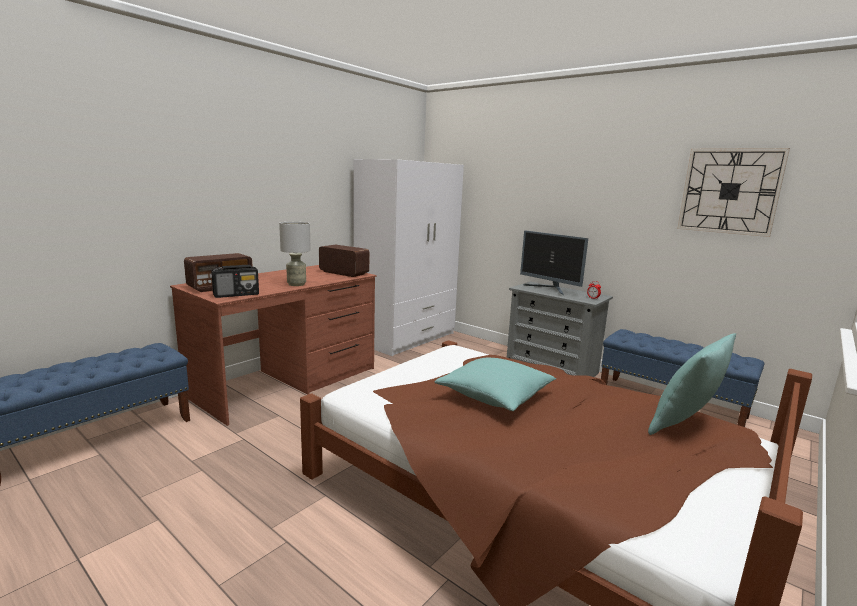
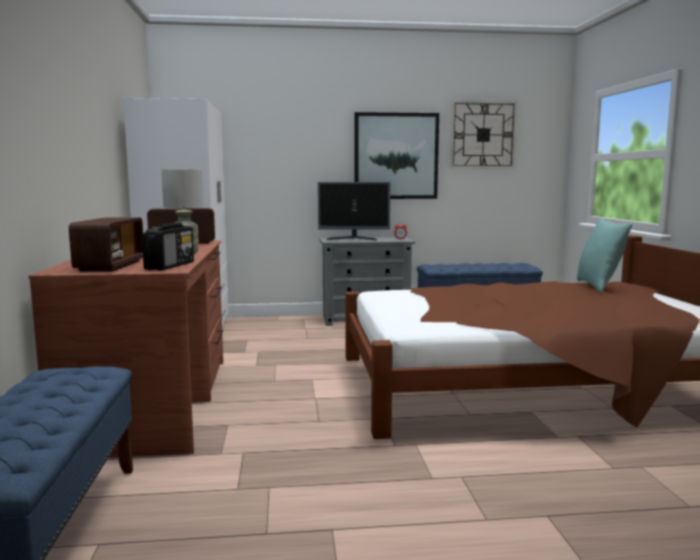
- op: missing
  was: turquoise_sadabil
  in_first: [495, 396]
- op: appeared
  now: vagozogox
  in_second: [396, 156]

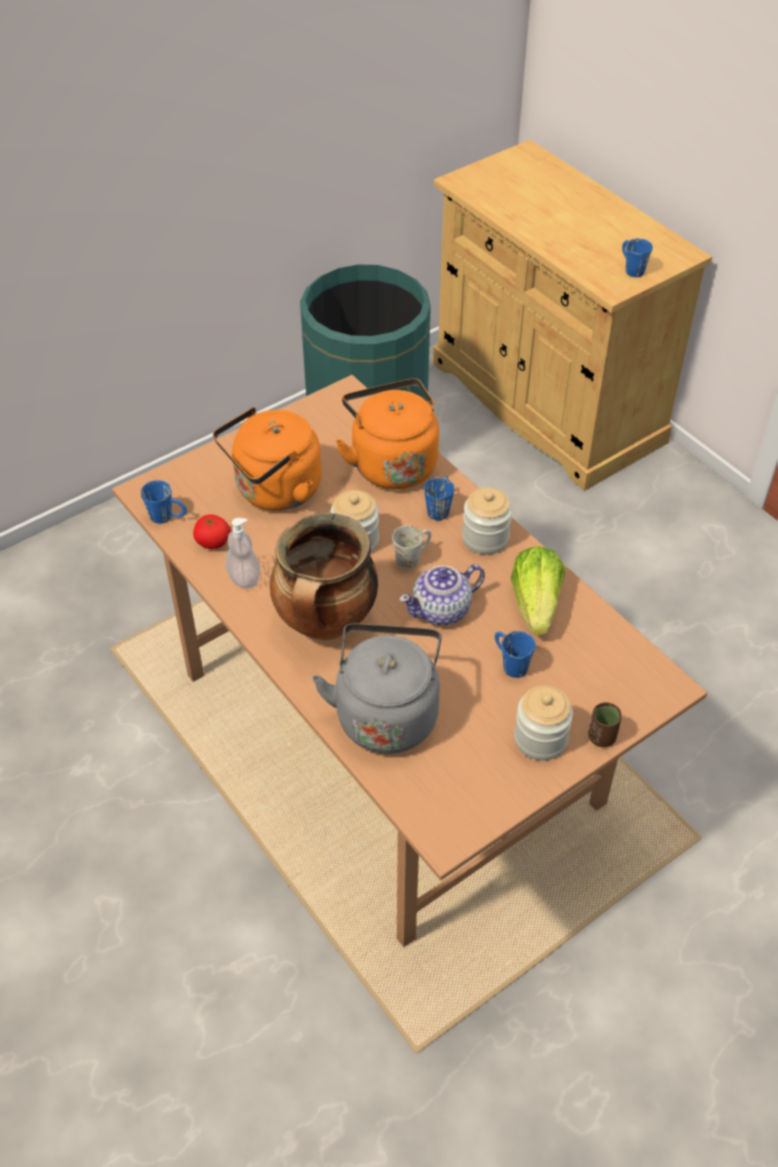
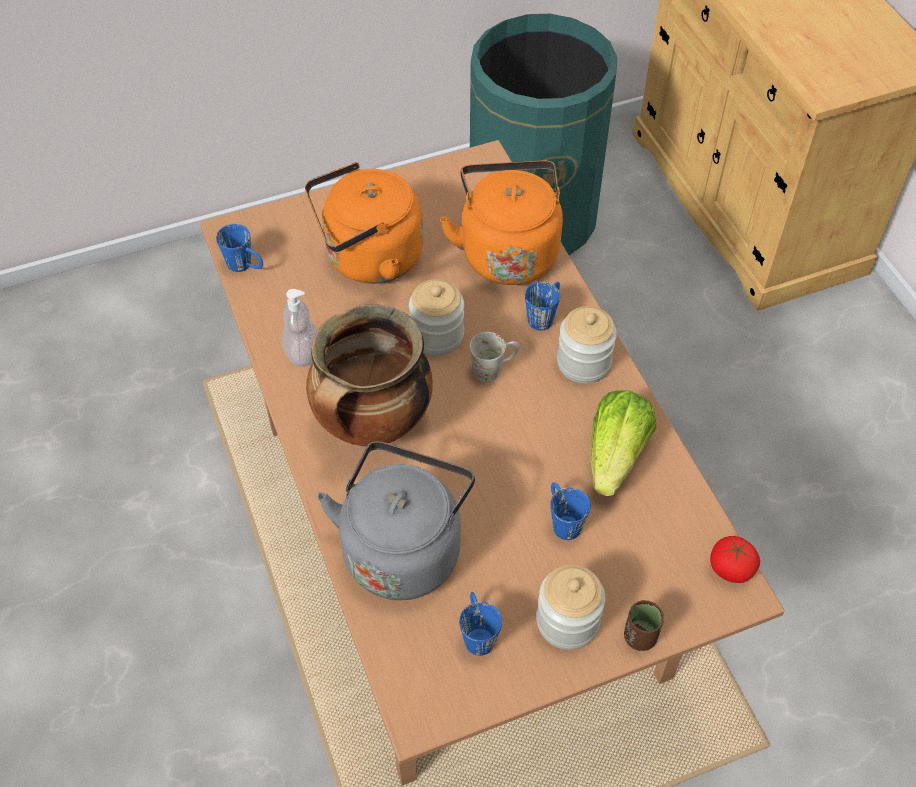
- op: missing
  was: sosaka
  in_first: [442, 610]
- op: relocated
  was: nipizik
  in_first: [213, 542]
  in_second: [731, 568]
- op: relocated
  was: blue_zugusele
  in_first: [631, 268]
  in_second: [477, 632]

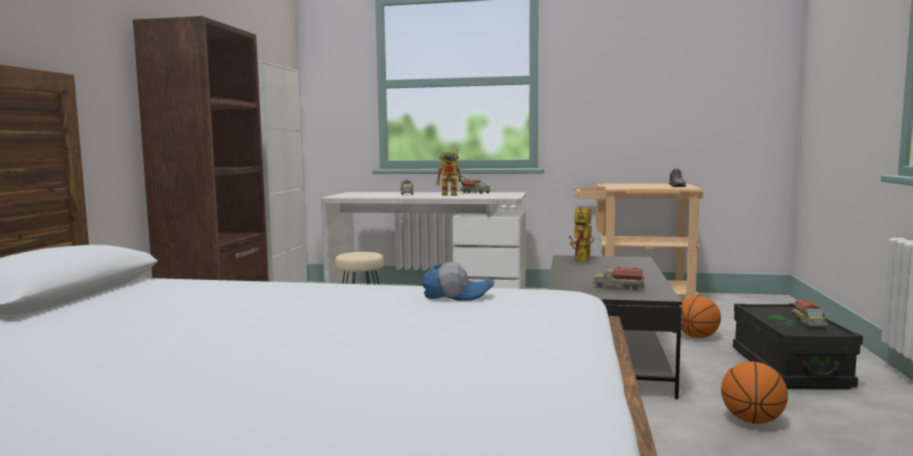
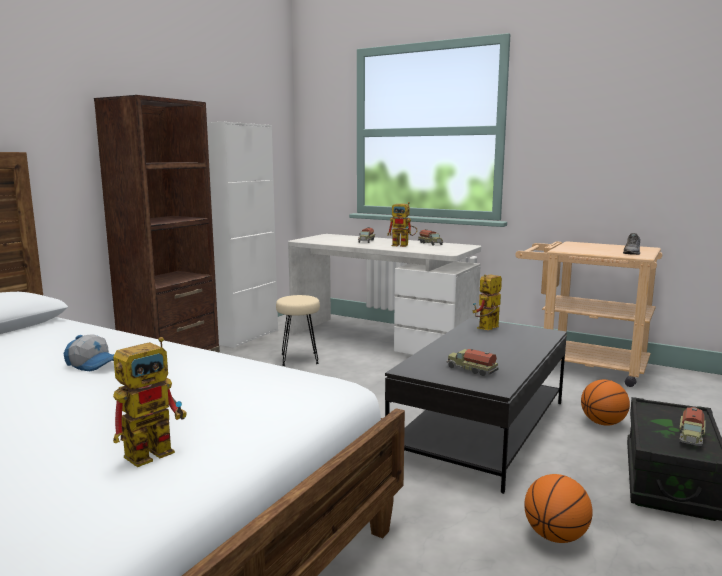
- op: appeared
  now: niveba
  in_second: [156, 449]
- op: relocated
  was: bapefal
  in_first: [457, 296]
  in_second: [94, 364]

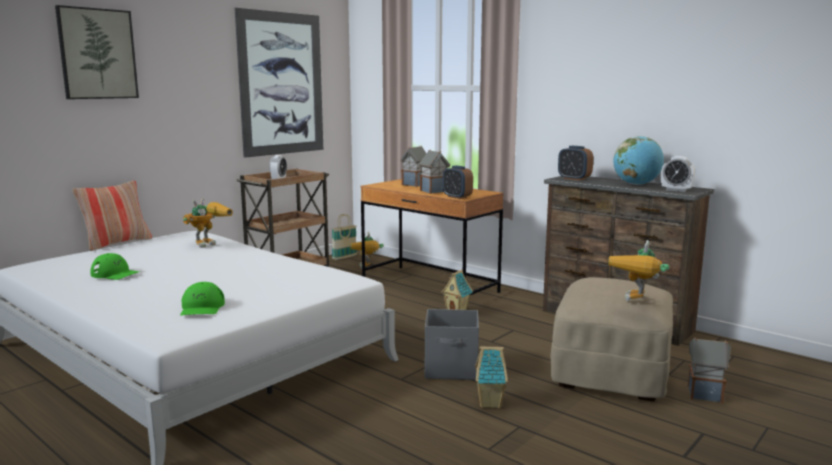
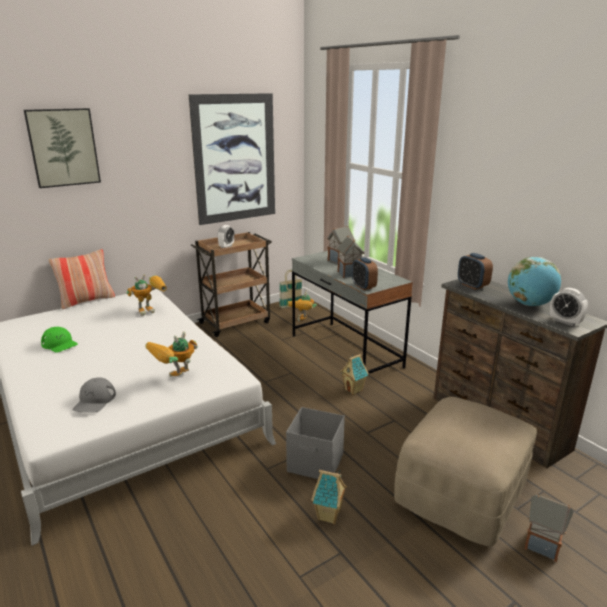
- op: relocated
  was: niveba
  in_first: [638, 302]
  in_second: [175, 379]
- op: colour
  was: green_bapefal
  now: grey_bapefal
  in_first: [202, 308]
  in_second: [94, 400]
- op: colour
  was: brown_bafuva
  now: grey_bafuva
  in_first: [429, 286]
  in_second: [345, 351]

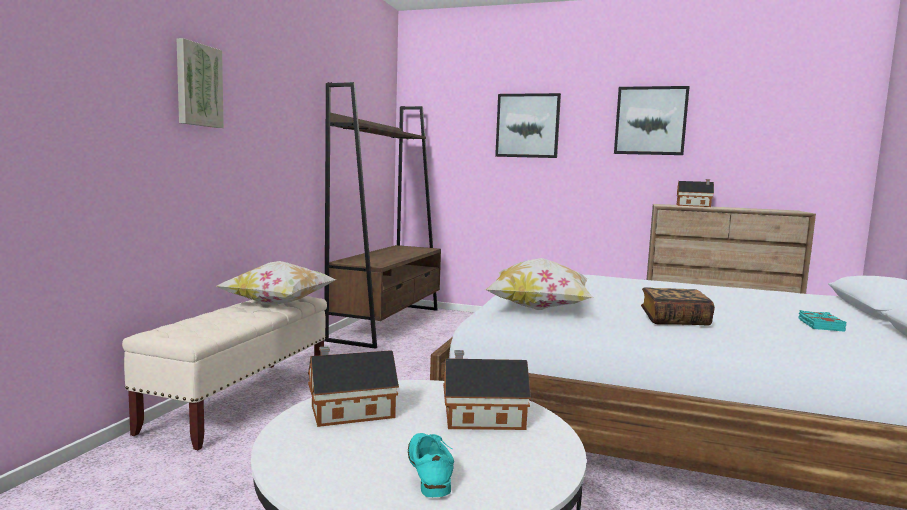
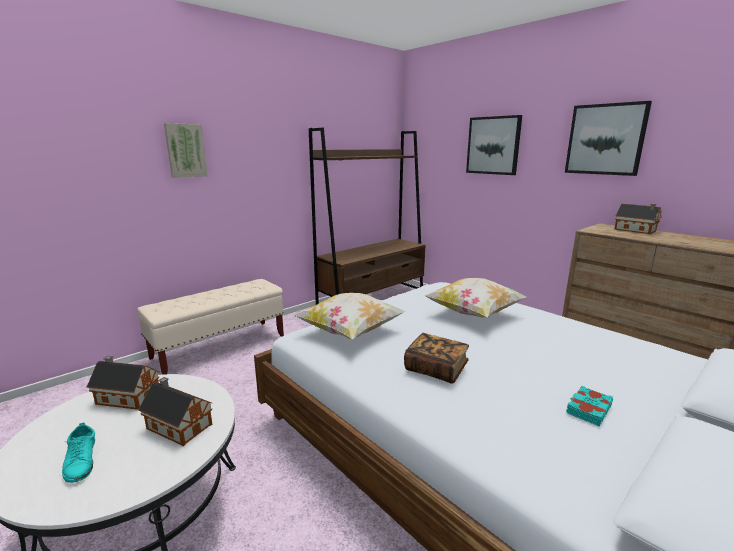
- op: relocated
  was: sadabil
  in_first: [279, 304]
  in_second: [474, 313]
- op: spun
  was: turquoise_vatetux
  in_first: [429, 470]
  in_second: [81, 461]
  clockwise: 135

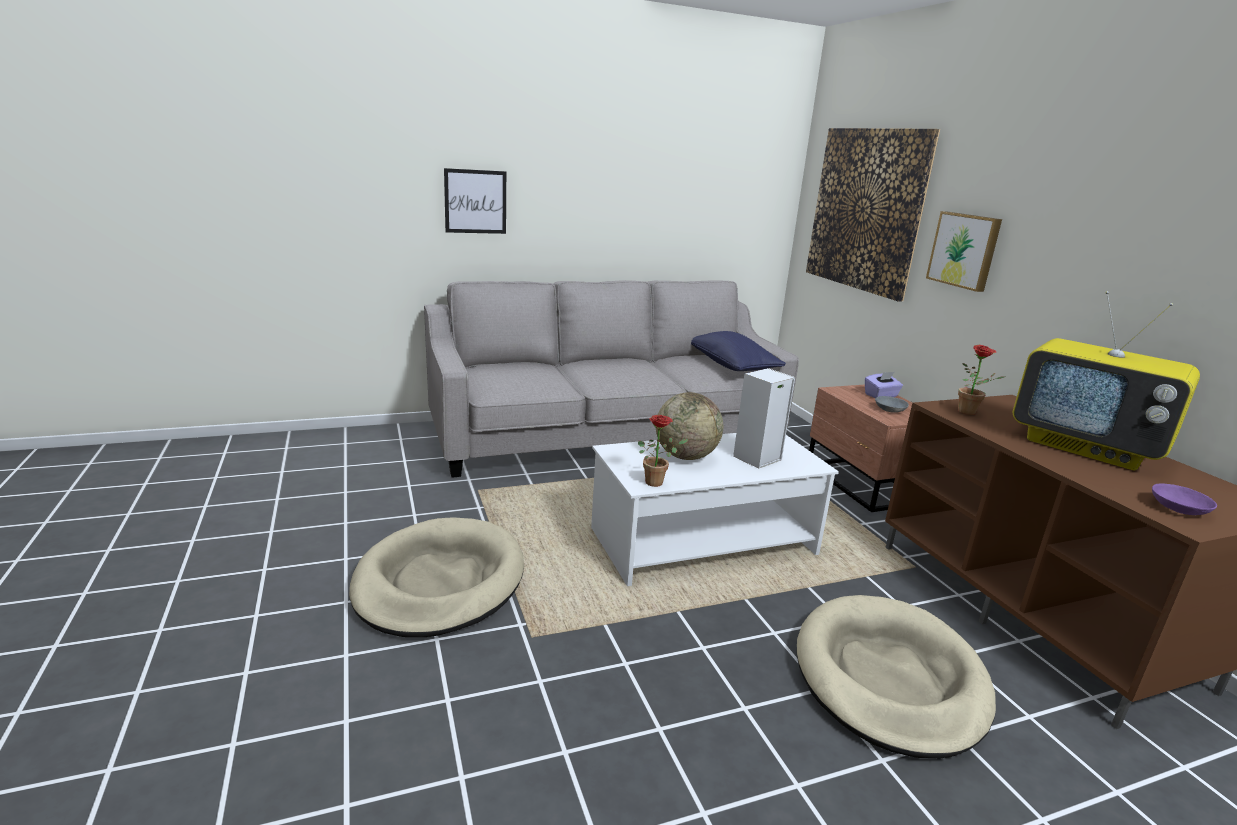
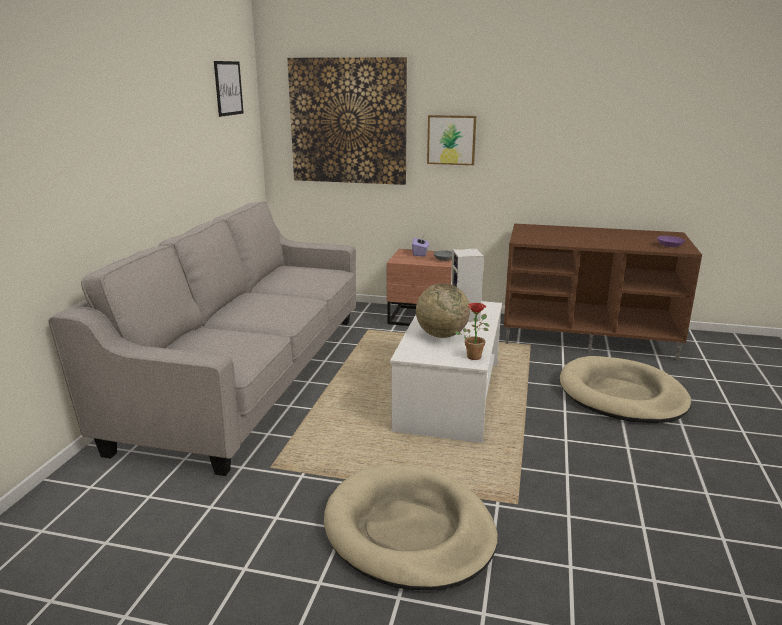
- op: missing
  was: blue_sadabil
  in_first: [731, 366]
- op: missing
  was: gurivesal
  in_first: [970, 413]
- op: missing
  was: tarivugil
  in_first: [1086, 447]
- op: relocated
  was: vagozogox
  in_first: [475, 201]
  in_second: [228, 88]

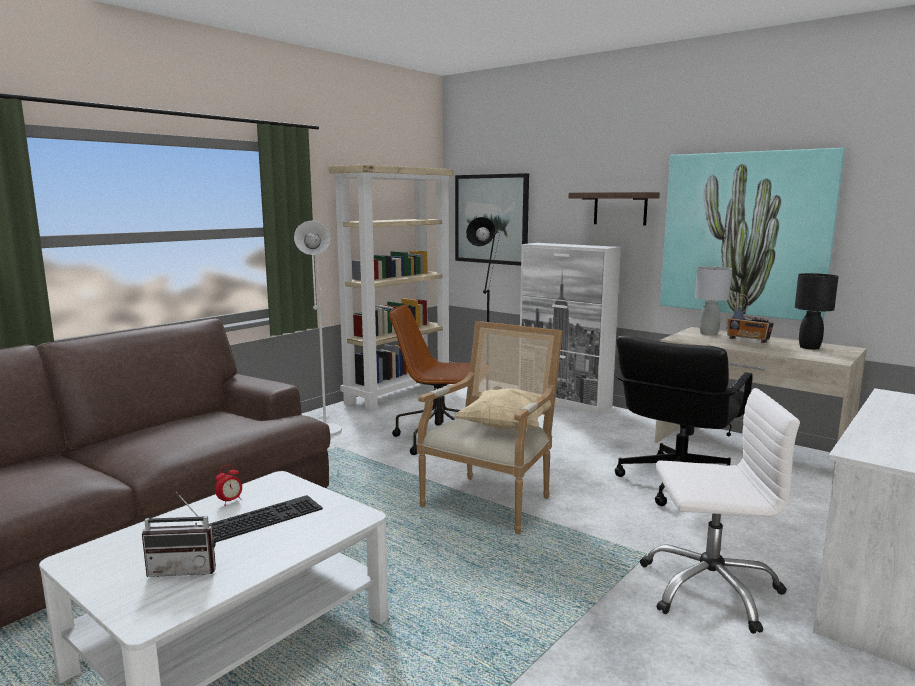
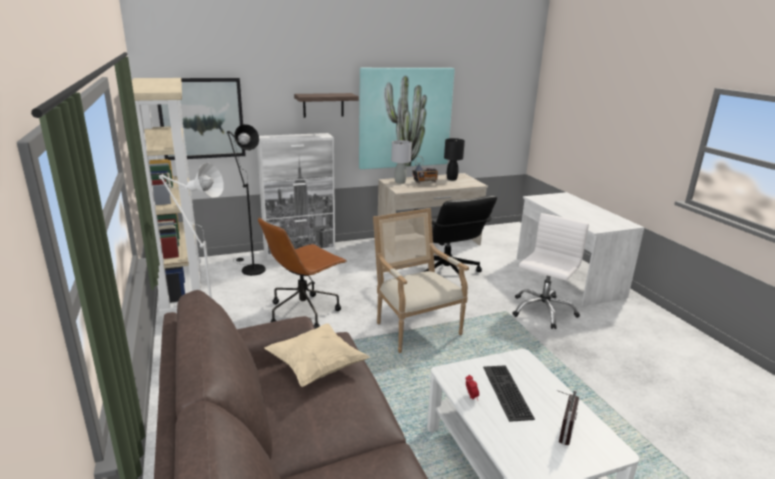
- op: relocated
  was: beige_sadabil
  in_first: [507, 427]
  in_second: [316, 367]

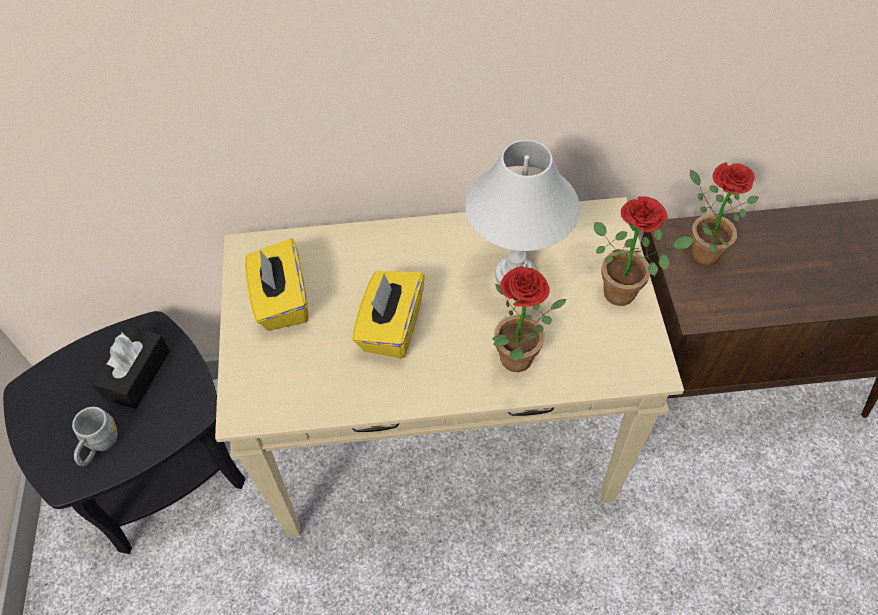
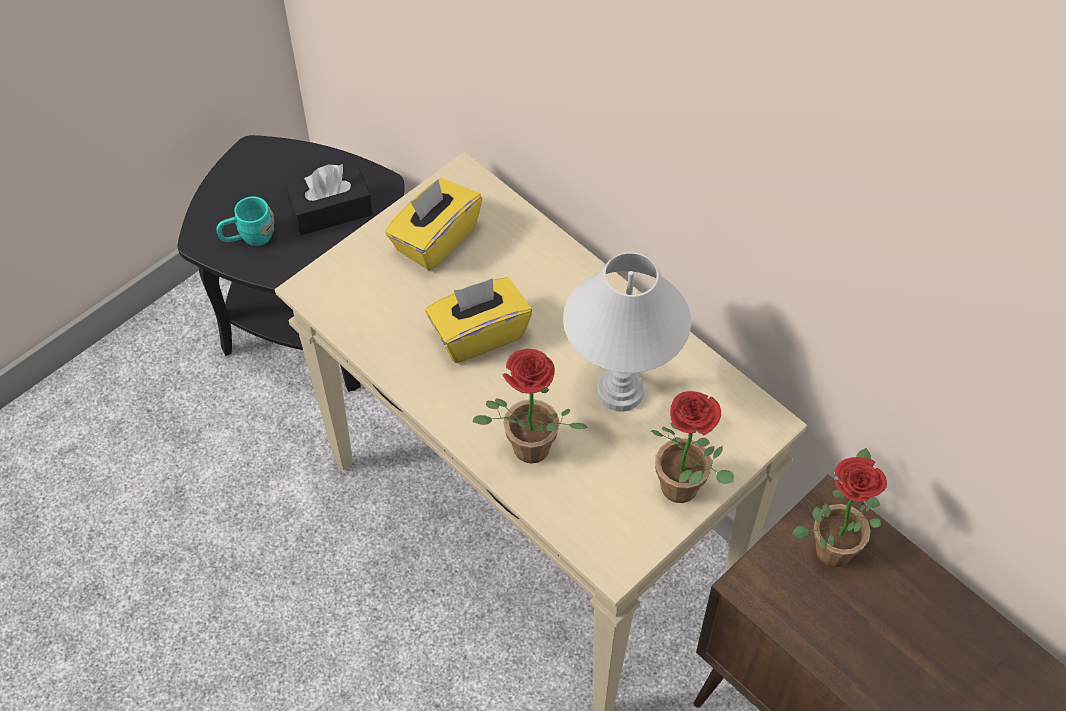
- op: colour
  was: grey_zugusele
  now: turquoise_zugusele
  in_first: [99, 446]
  in_second: [249, 238]

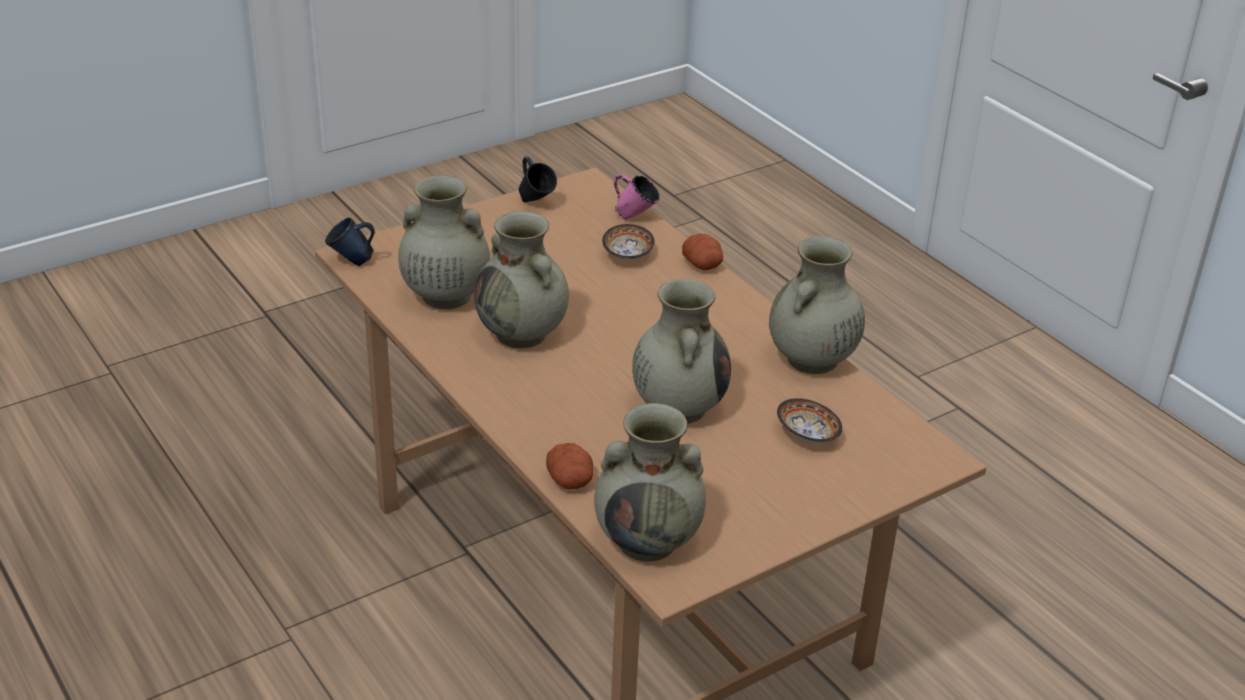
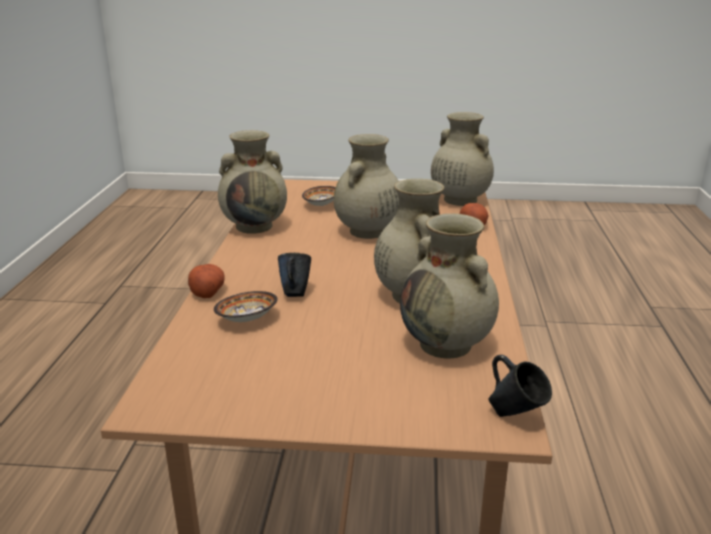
- op: missing
  was: pink_zugusele
  in_first: [634, 217]
- op: relocated
  was: blue_zugusele
  in_first: [535, 203]
  in_second: [294, 293]

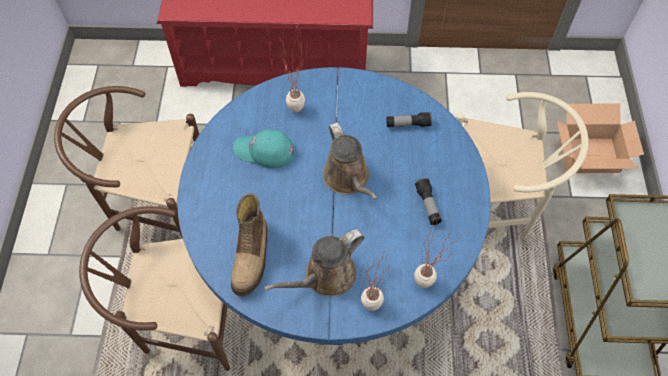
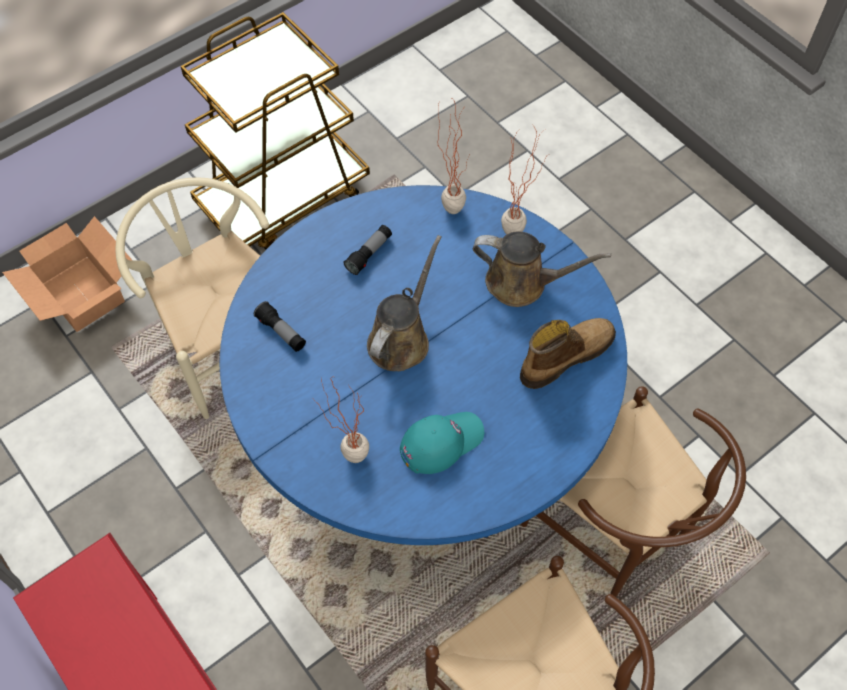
- op: spun
  was: turquoise_bapefal
  in_first: [264, 151]
  in_second: [441, 442]
  clockwise: -90

